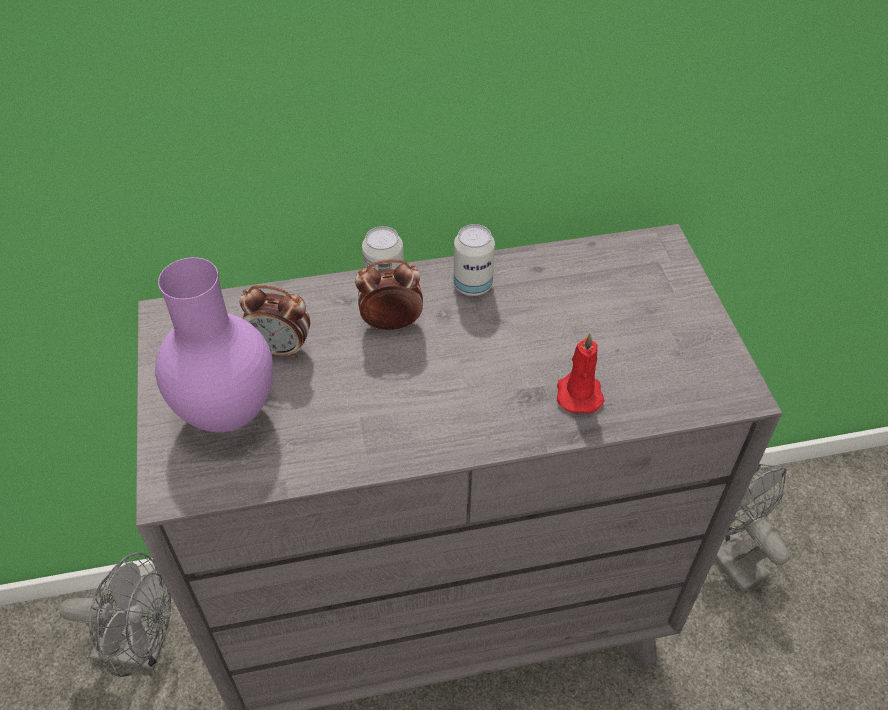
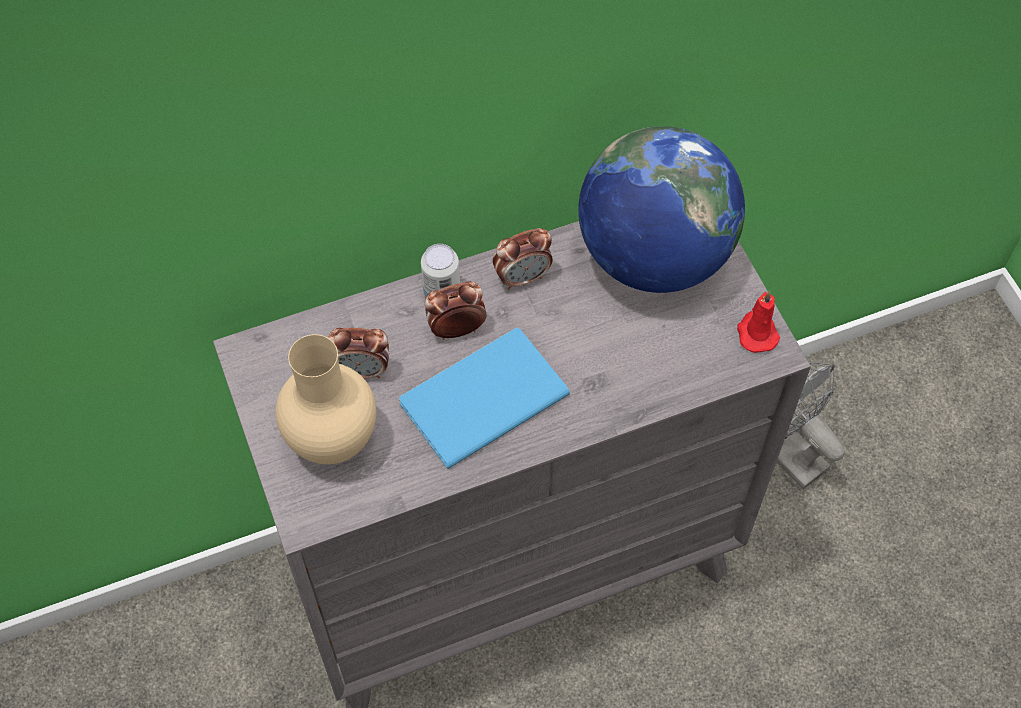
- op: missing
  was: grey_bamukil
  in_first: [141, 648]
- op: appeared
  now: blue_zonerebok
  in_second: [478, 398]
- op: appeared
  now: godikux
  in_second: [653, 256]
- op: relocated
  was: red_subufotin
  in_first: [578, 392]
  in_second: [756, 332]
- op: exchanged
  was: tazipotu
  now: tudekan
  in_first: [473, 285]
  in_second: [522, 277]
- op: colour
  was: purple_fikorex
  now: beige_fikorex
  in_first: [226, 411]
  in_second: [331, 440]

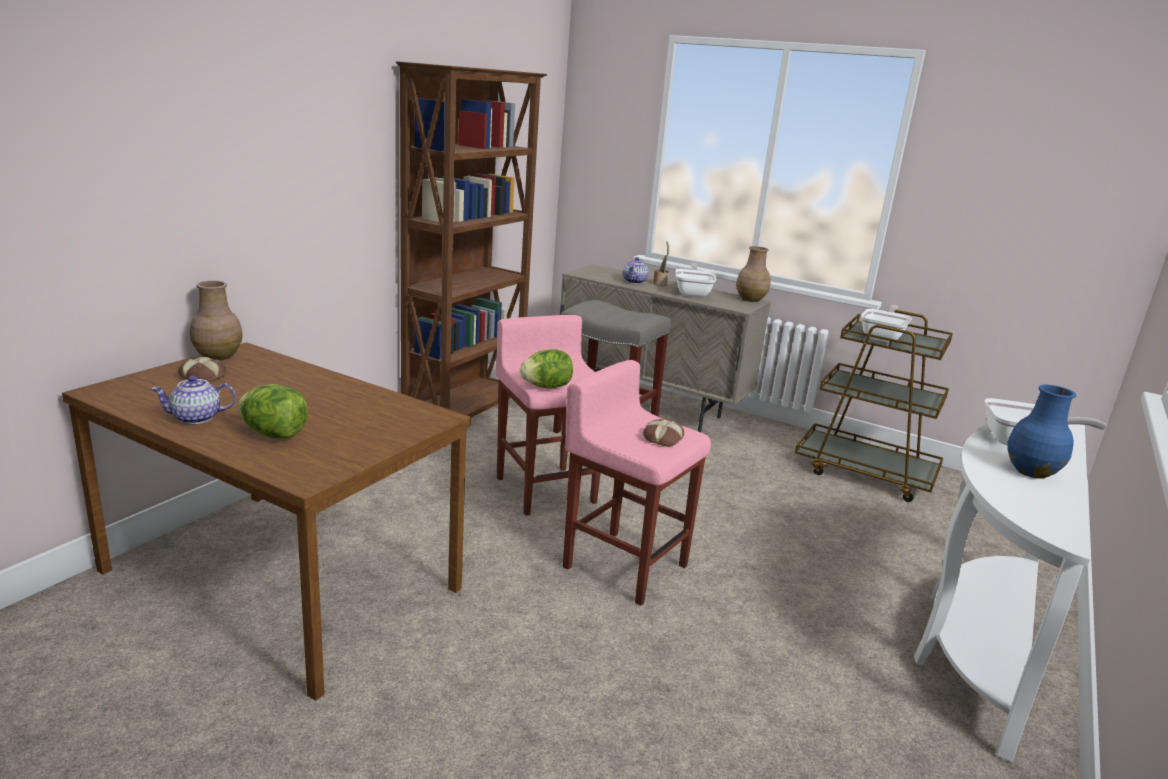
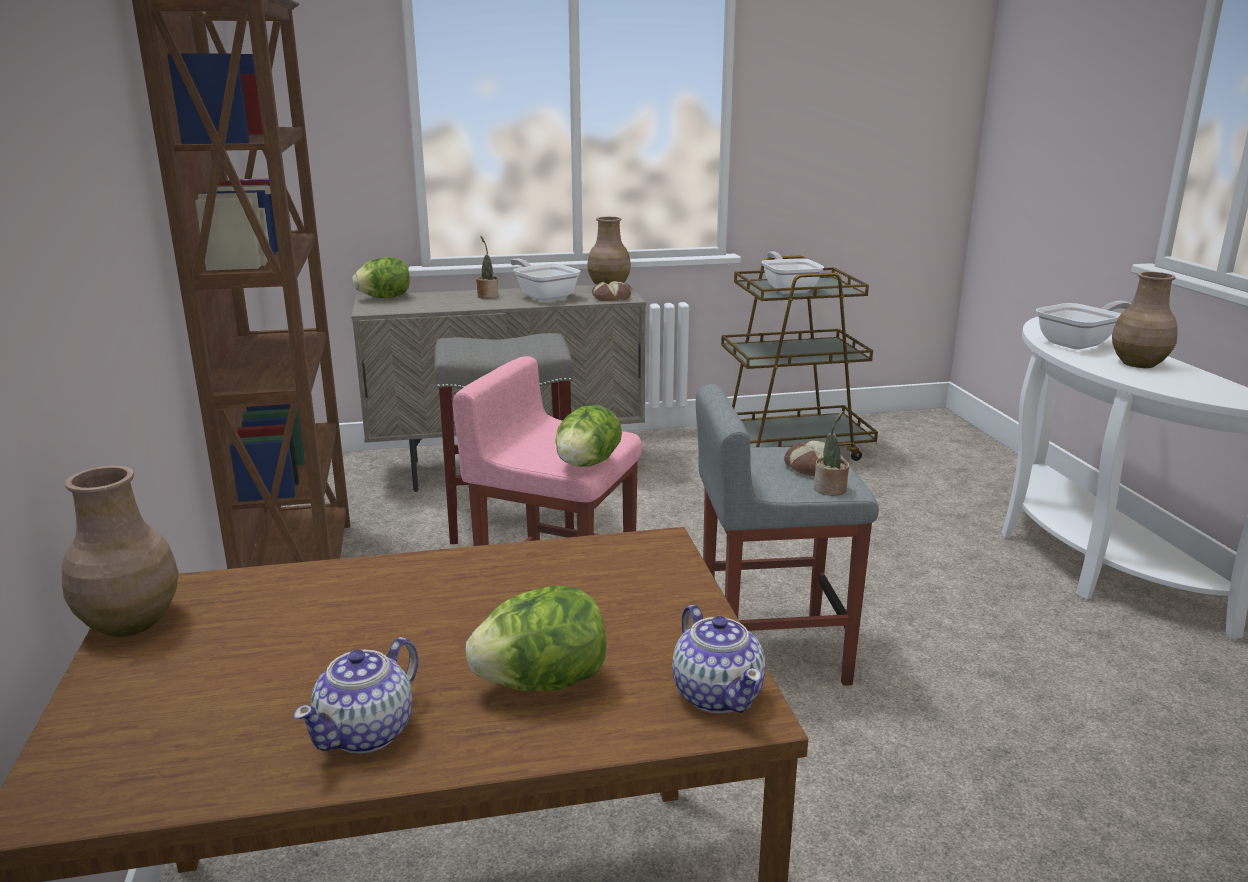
- op: appeared
  now: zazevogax
  in_second: [384, 298]
- op: appeared
  now: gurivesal
  in_second: [830, 490]
- op: relocated
  was: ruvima
  in_first: [203, 376]
  in_second: [611, 297]
- op: relocated
  was: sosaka
  in_first: [635, 281]
  in_second: [717, 694]
- op: colour
  was: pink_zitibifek
  now: grey_zitibifek
  in_first: [624, 565]
  in_second: [770, 653]
- op: colour
  was: blue_fikorex
  now: brown_fikorex
  in_first: [1030, 472]
  in_second: [1138, 364]

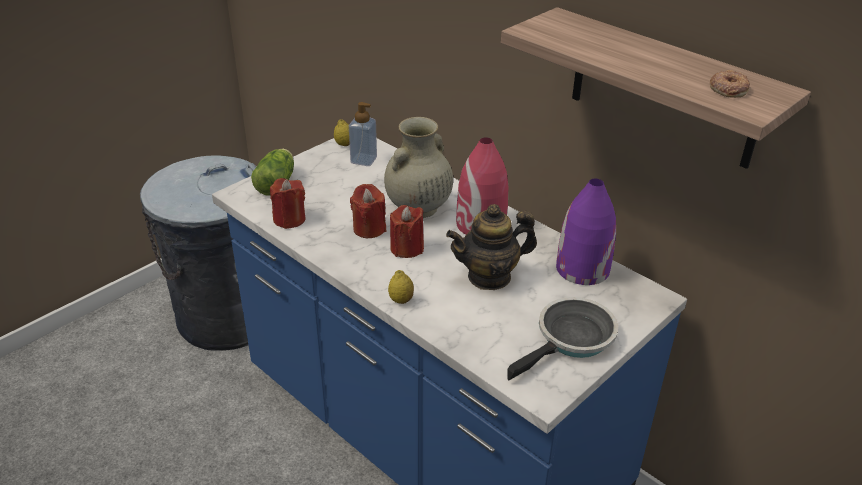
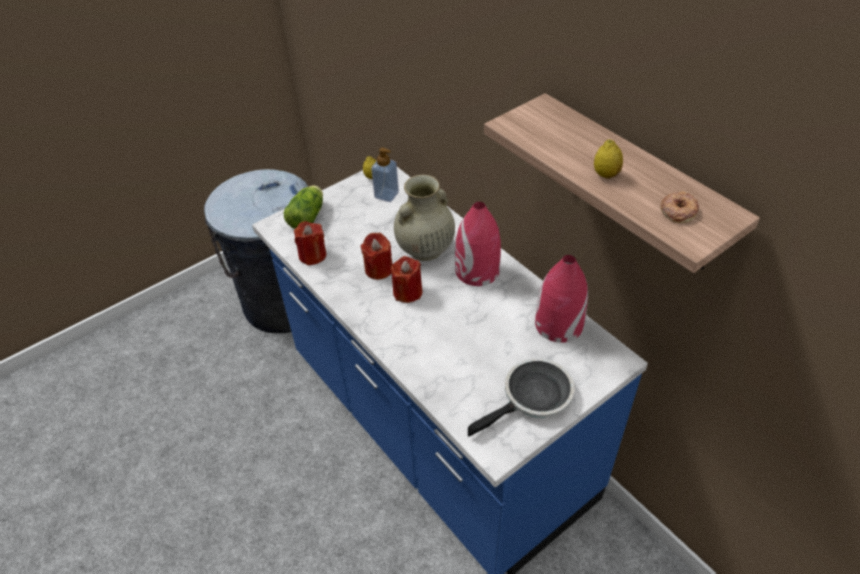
- op: missing
  was: sosaka
  in_first: [489, 276]
- op: relocated
  was: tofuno
  in_first: [401, 300]
  in_second: [606, 174]
- op: colour
  was: purple_fikorex
  now: red_fikorex
  in_first: [582, 269]
  in_second: [558, 324]

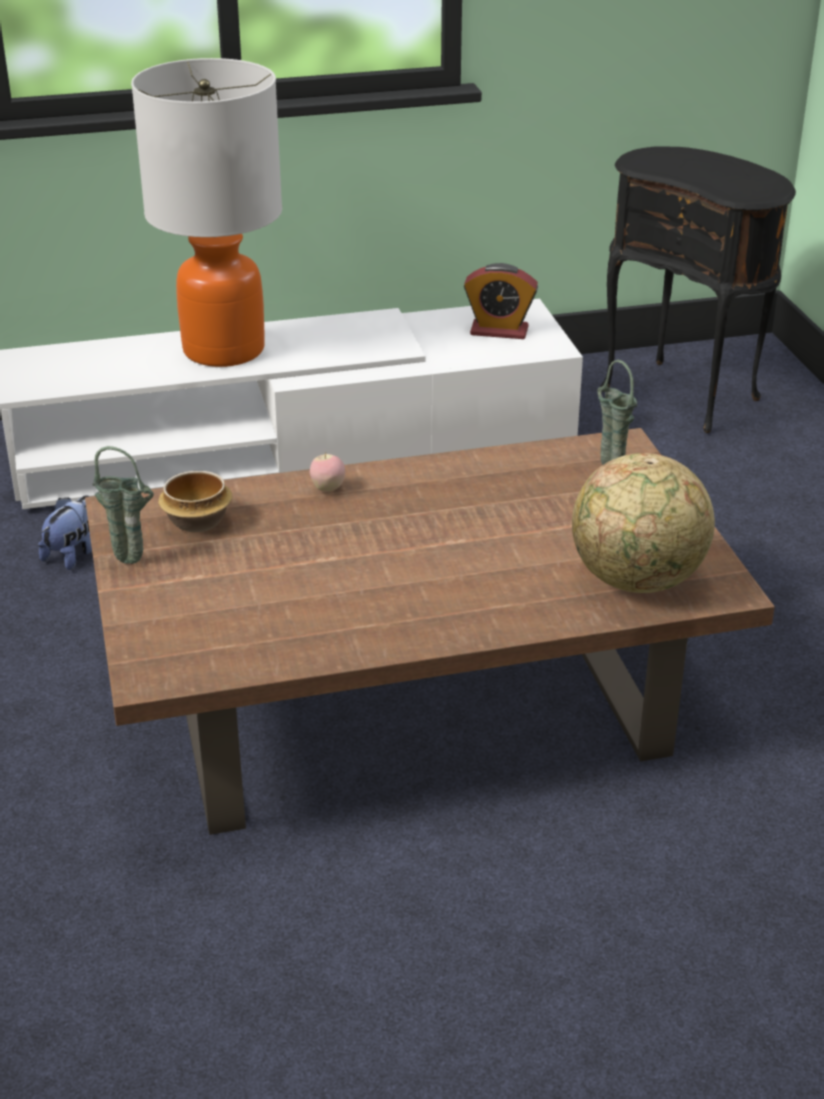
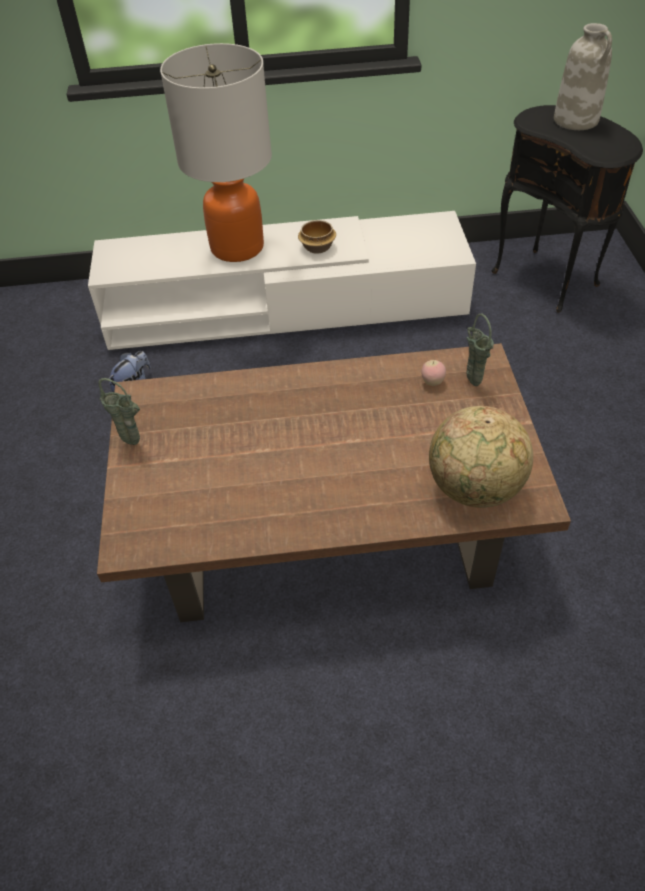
- op: missing
  was: tudekan
  in_first: [499, 331]
- op: appeared
  now: white_fikorex
  in_second: [576, 120]
- op: relocated
  was: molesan
  in_first: [197, 523]
  in_second: [317, 248]
- op: relocated
  was: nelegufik
  in_first: [328, 489]
  in_second: [432, 382]

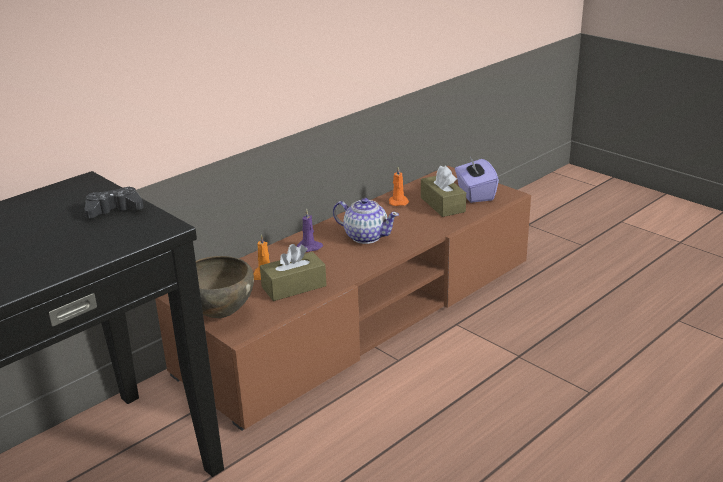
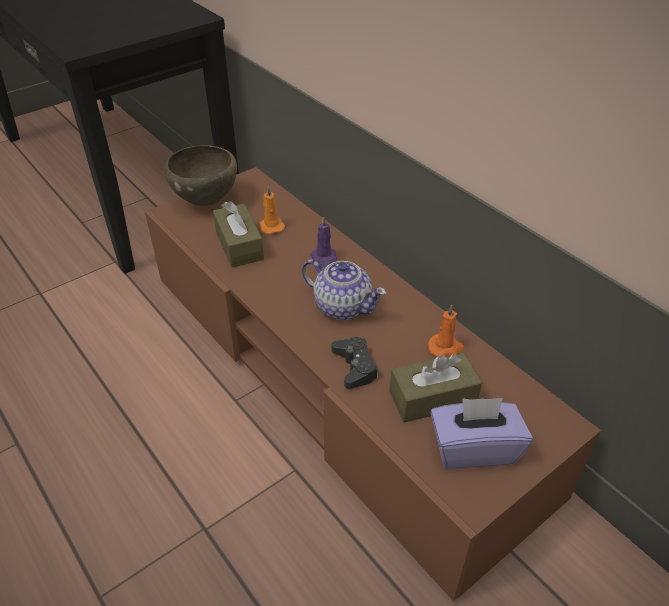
- op: relocated
  was: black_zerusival
  in_first: [114, 210]
  in_second: [355, 366]
- op: spun
  was: sosaka
  in_first: [365, 236]
  in_second: [342, 306]
  clockwise: -90

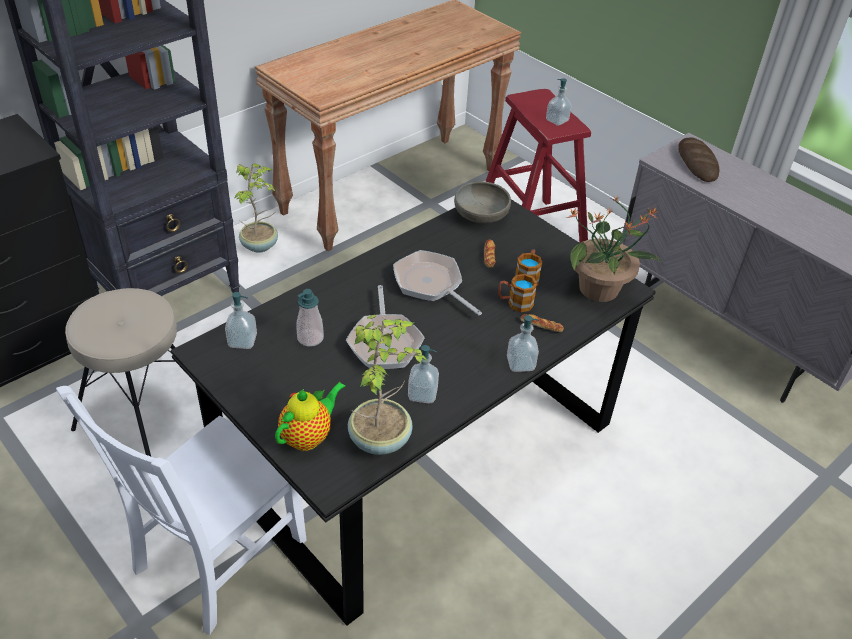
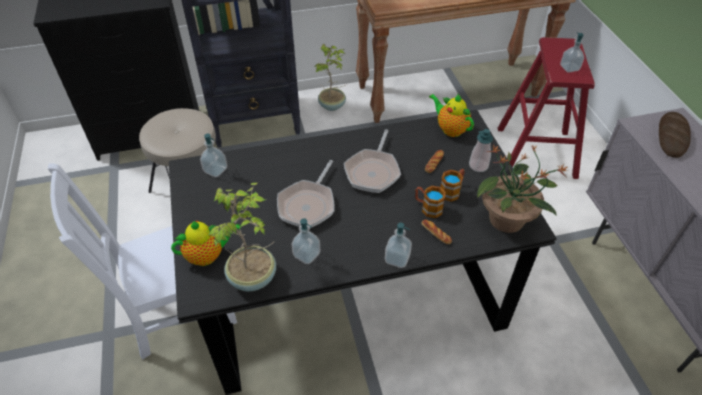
- op: relocated
  was: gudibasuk
  in_first: [310, 338]
  in_second: [478, 165]
- op: exchanged
  was: grey_molesan
  now: sosaka
  in_first: [481, 216]
  in_second: [450, 129]
- op: spun
  was: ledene
  in_first: [431, 284]
  in_second: [373, 171]
  clockwise: -150

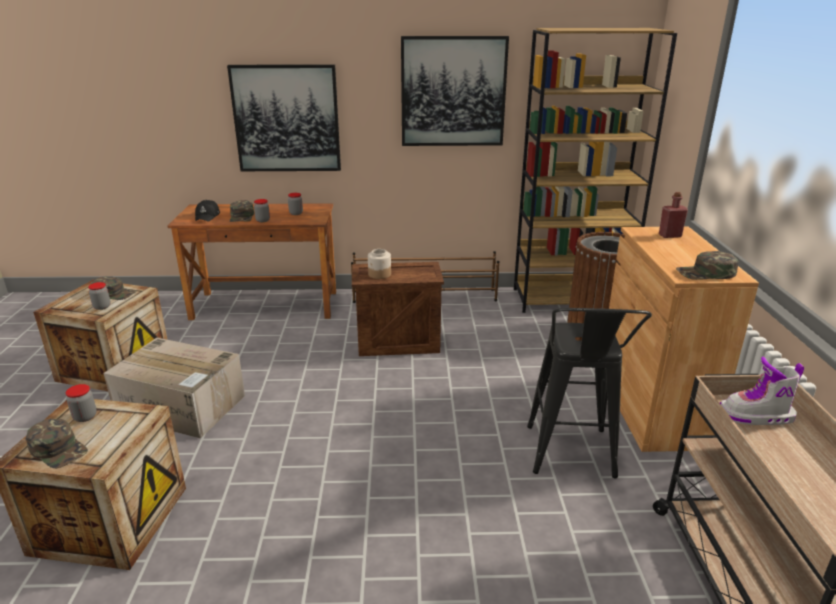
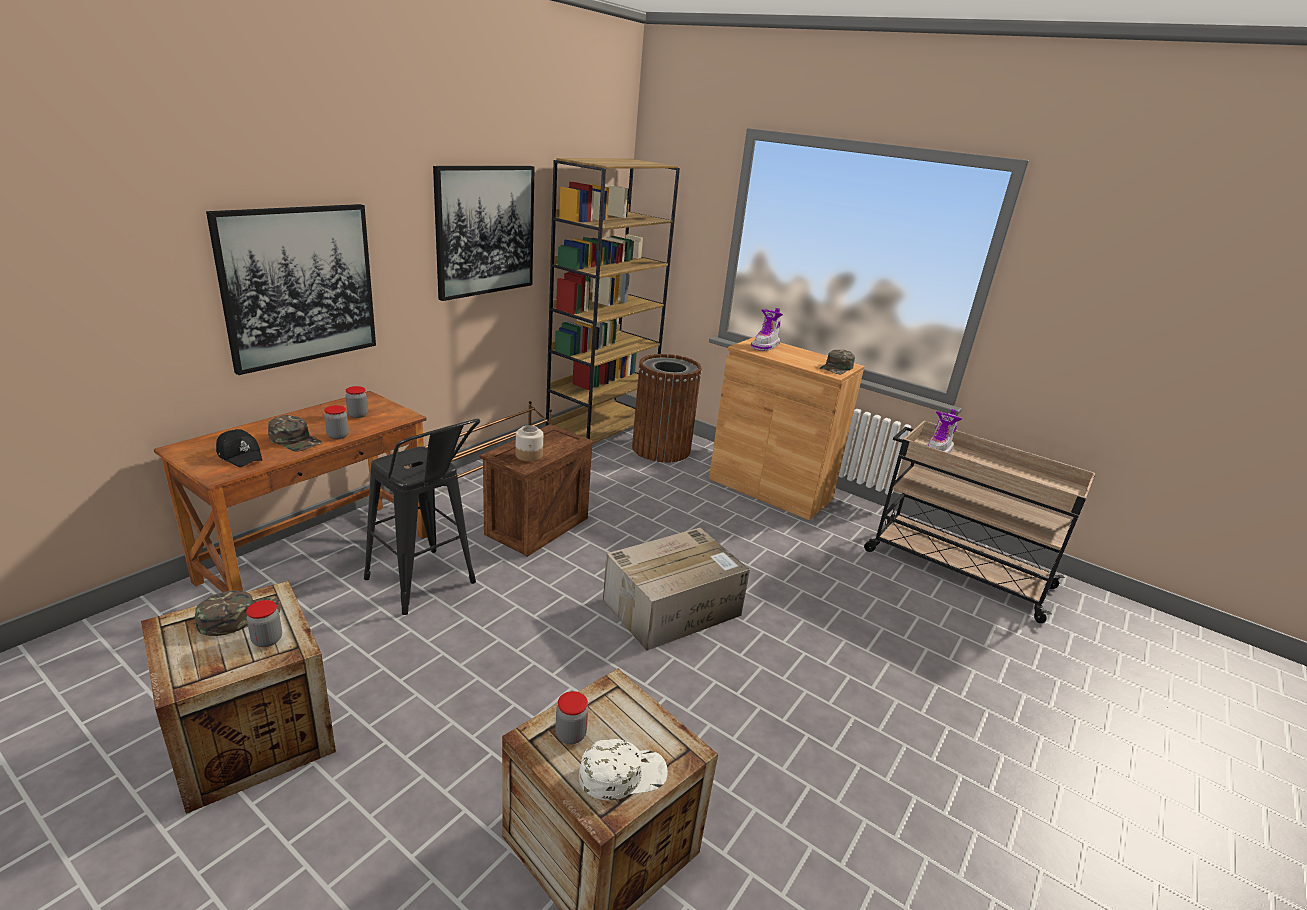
- op: relocated
  was: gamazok
  in_first: [183, 406]
  in_second: [673, 607]
- op: relocated
  was: black_zitibifek
  in_first: [570, 458]
  in_second: [426, 586]
- op: exchanged
  was: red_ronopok
  now: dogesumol
  in_first: [670, 235]
  in_second: [765, 346]
- op: colour
  was: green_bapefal
  now: white_bapefal
  in_first: [59, 449]
  in_second: [622, 774]

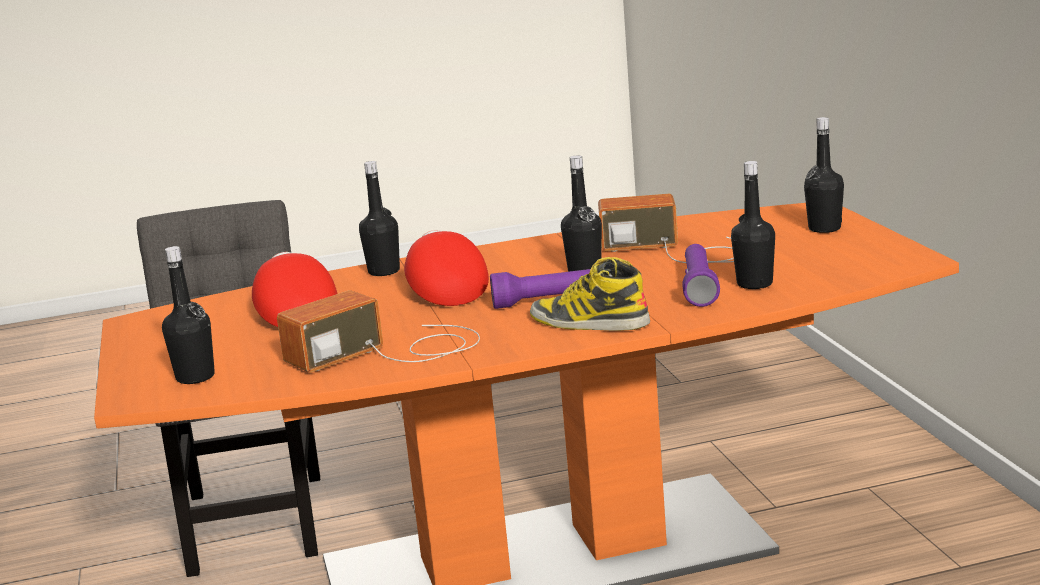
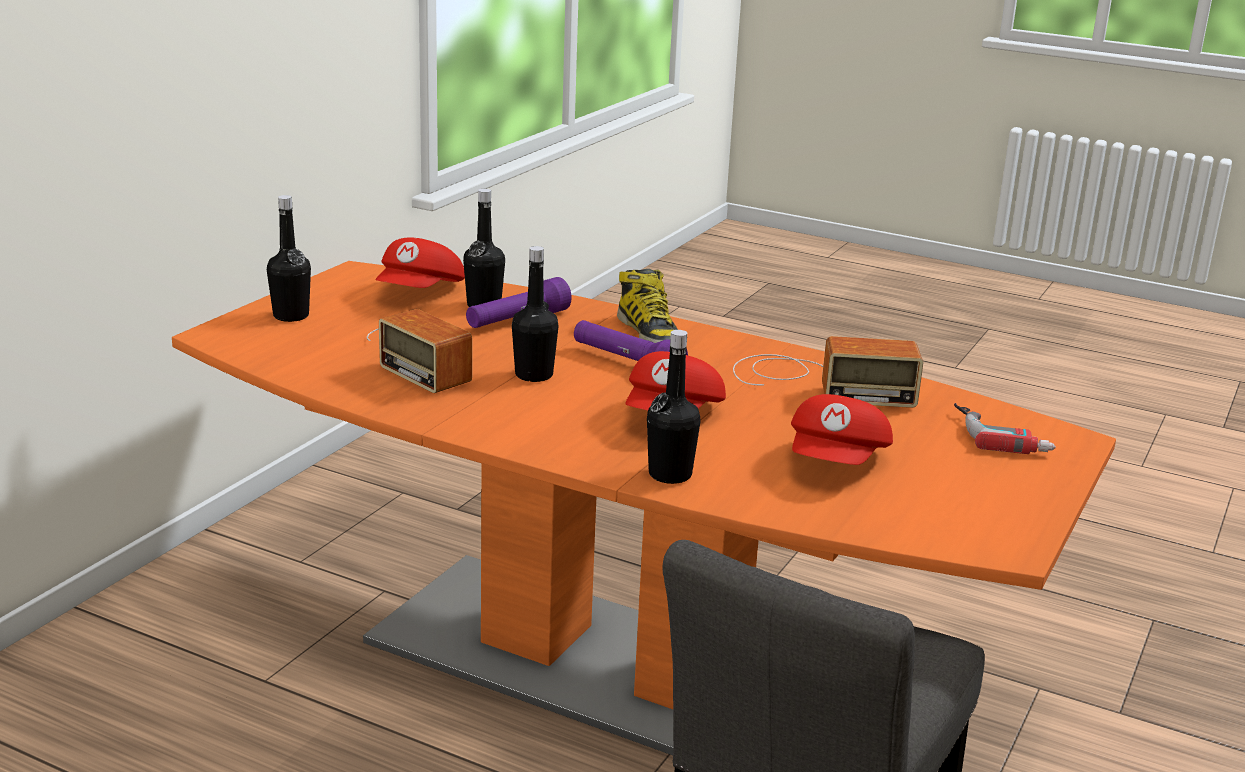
- op: appeared
  now: red_bapefal
  in_second: [420, 293]
- op: exchanged
  was: black_ronopok
  now: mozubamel
  in_first: [195, 377]
  in_second: [1002, 434]

